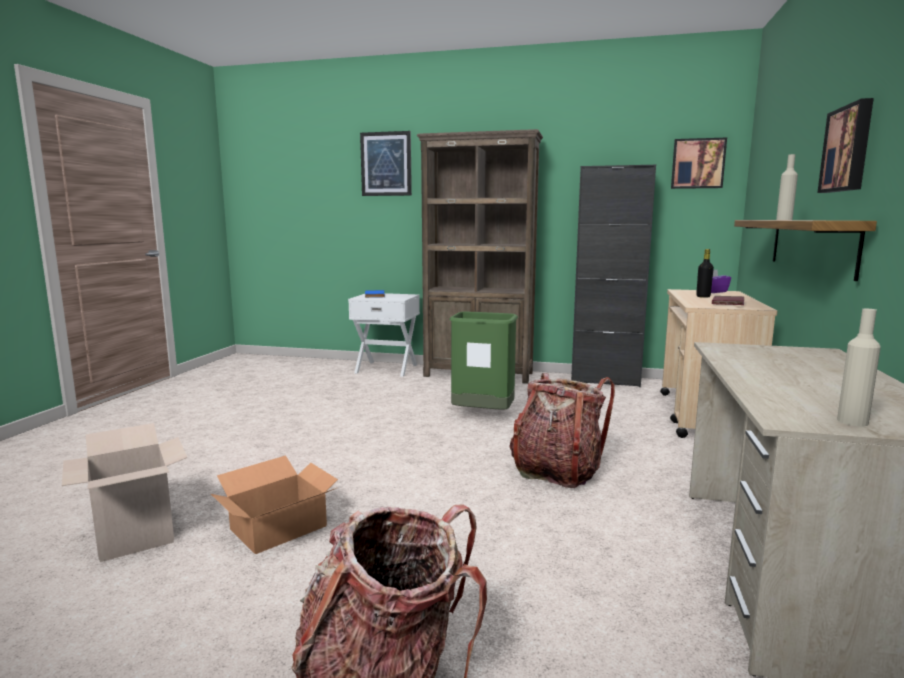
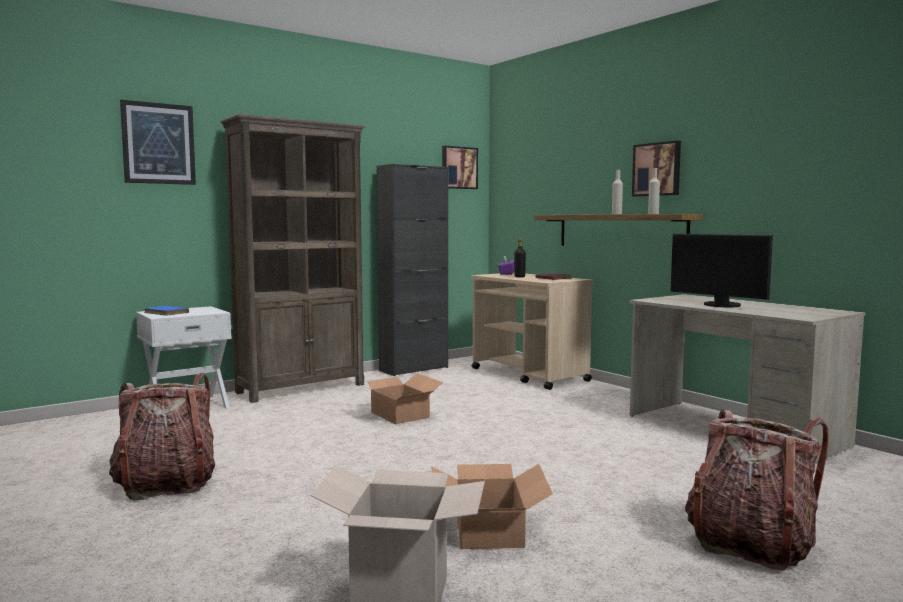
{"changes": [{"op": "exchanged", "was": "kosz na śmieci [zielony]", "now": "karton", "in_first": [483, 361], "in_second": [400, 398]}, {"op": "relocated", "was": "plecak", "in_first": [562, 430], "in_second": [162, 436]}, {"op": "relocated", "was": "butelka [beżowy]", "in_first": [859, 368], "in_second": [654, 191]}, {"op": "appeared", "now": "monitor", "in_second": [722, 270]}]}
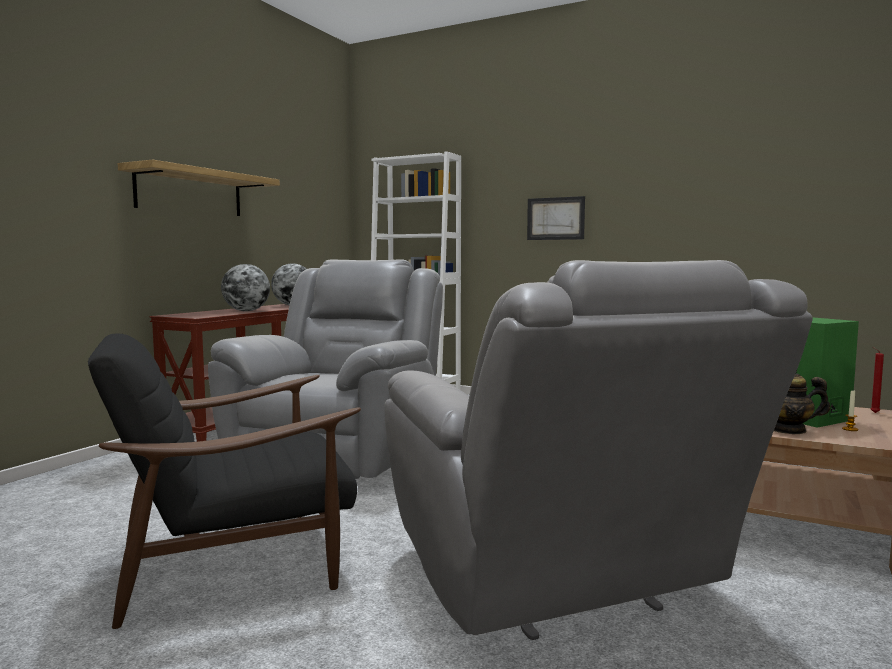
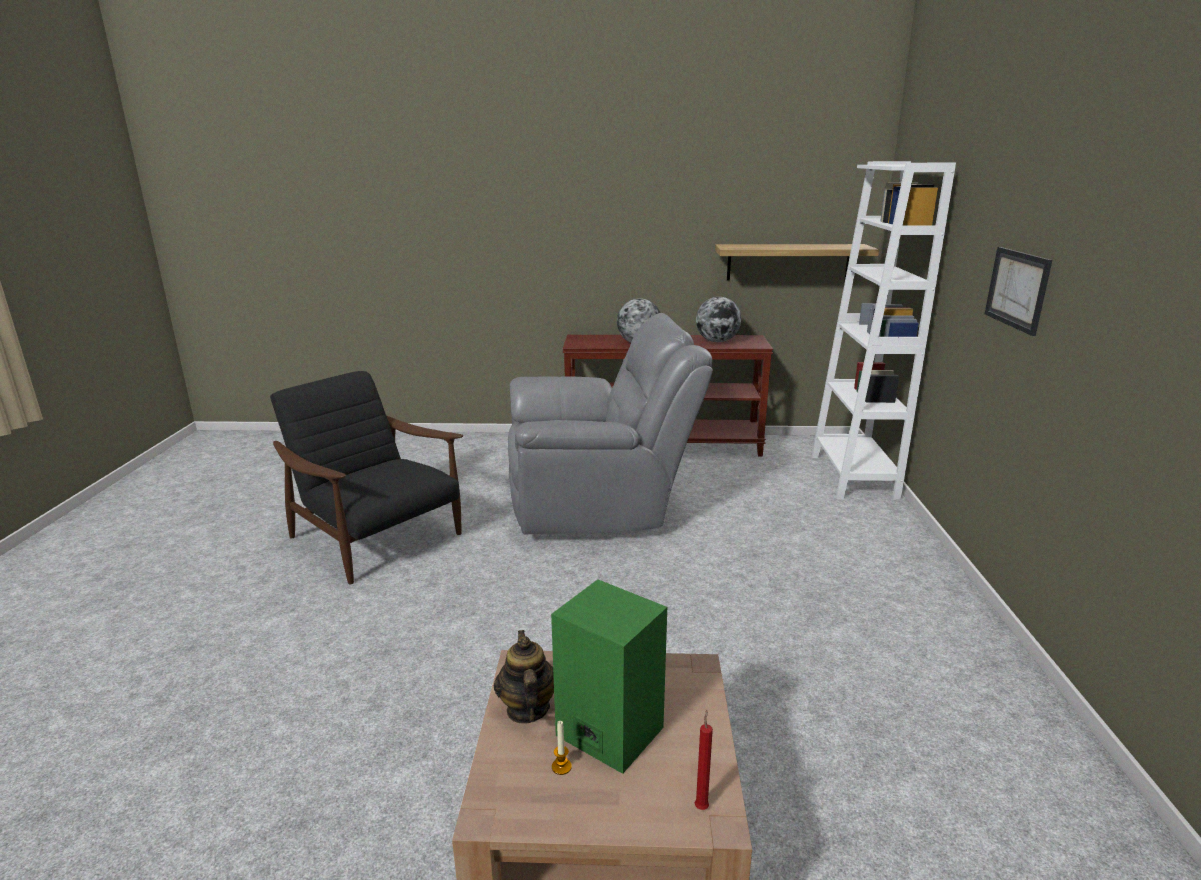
{"changes": [{"op": "relocated", "was": "półka", "in_first": [199, 187], "in_second": [797, 262]}, {"op": "missing", "was": "fotel [szary]", "in_first": [599, 450]}]}
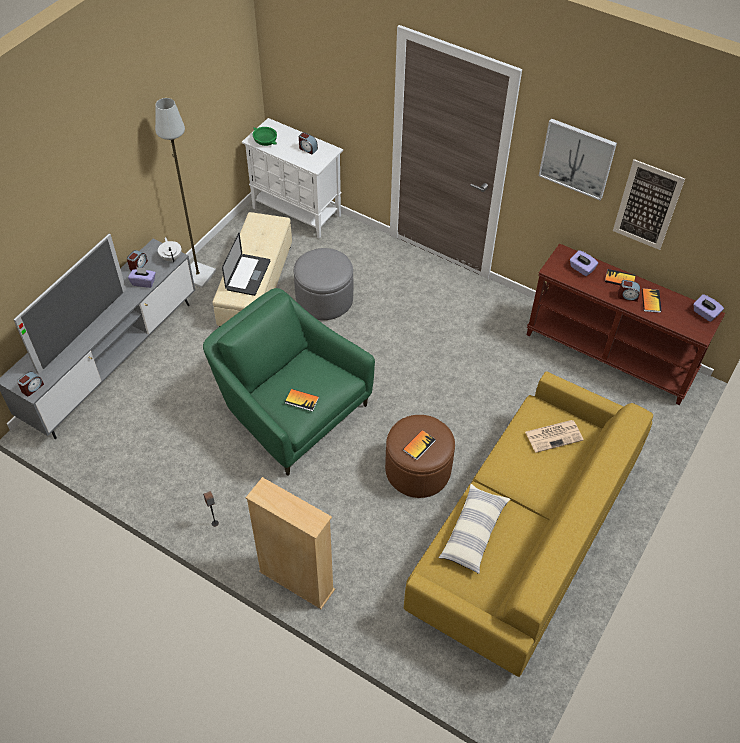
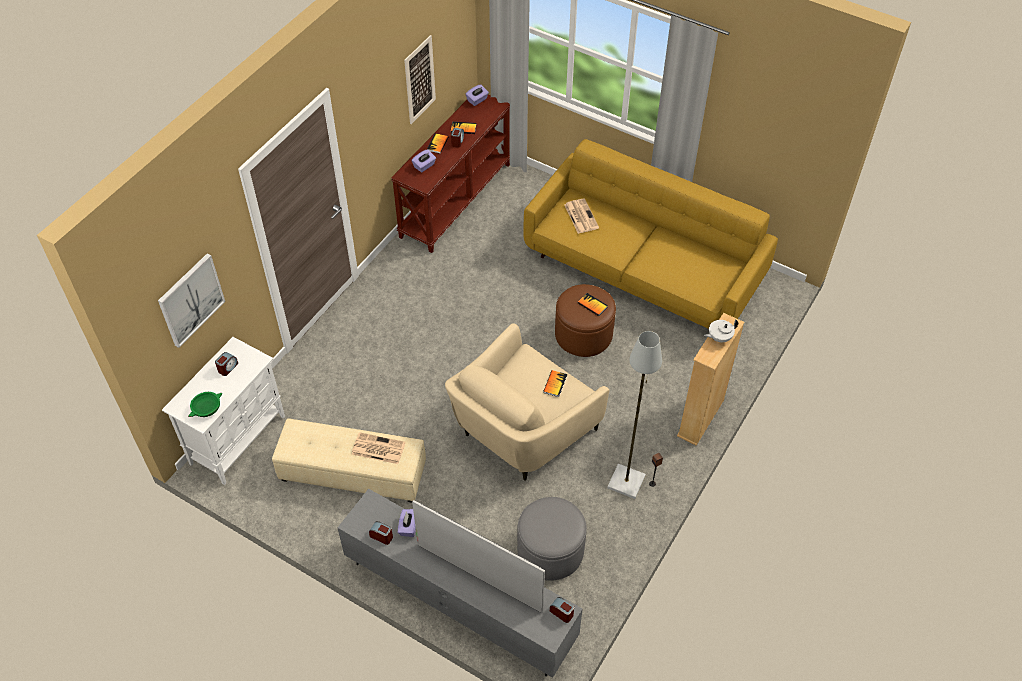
{"changes": [{"op": "relocated", "was": "lampa stojąca [szary]", "in_first": [185, 193], "in_second": [634, 415]}, {"op": "relocated", "was": "imbryk [biały]", "in_first": [170, 249], "in_second": [721, 331]}, {"op": "colour", "was": "fotel [zielony]", "now": "fotel [beżowy]", "in_first": [289, 382], "in_second": [527, 401]}, {"op": "exchanged", "was": "laptop", "now": "gazeta", "in_first": [246, 264], "in_second": [379, 448]}, {"op": "relocated", "was": "pufa [szary]", "in_first": [323, 284], "in_second": [552, 539]}, {"op": "missing", "was": "poduszka", "in_first": [474, 529]}, {"op": "relocated", "was": "obraz", "in_first": [578, 159], "in_second": [191, 301]}]}
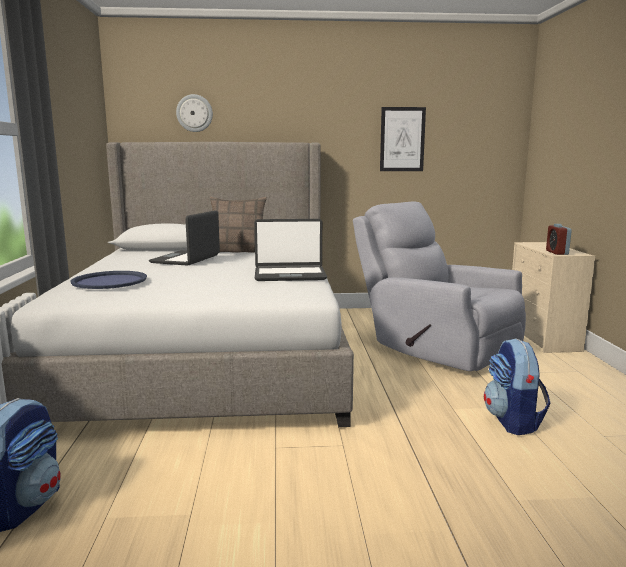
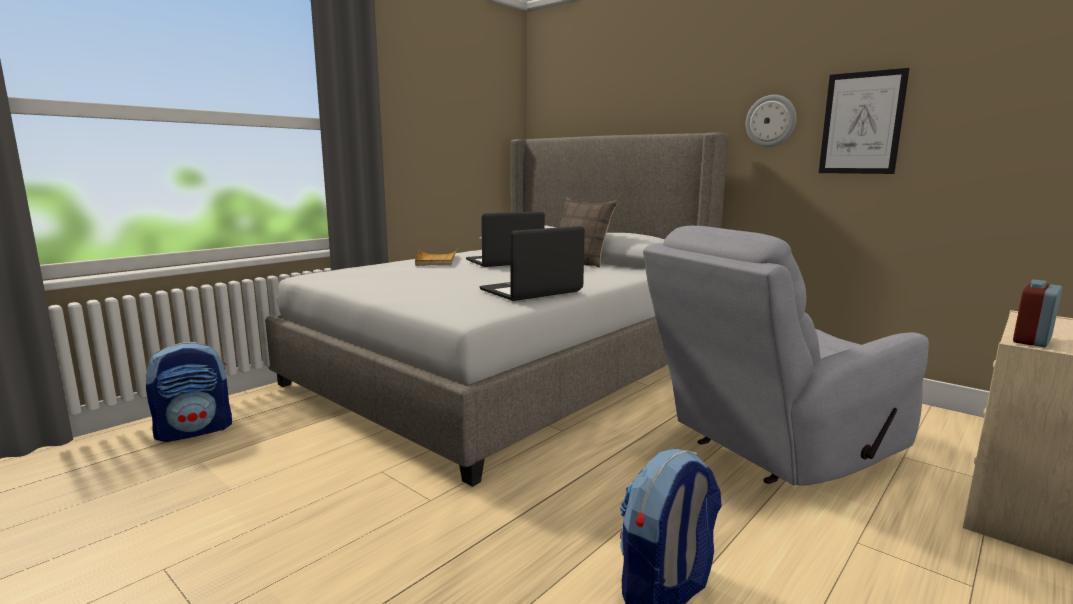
{"changes": [{"op": "missing", "was": "taca [niebieski]", "in_first": [108, 280]}, {"op": "relocated", "was": "zegar ścienny", "in_first": [194, 113], "in_second": [771, 121]}, {"op": "spun", "was": "laptop", "in_first": [290, 250], "in_second": [532, 263], "clockwise": 105}, {"op": "spun", "was": "fotel [szary]", "in_first": [439, 286], "in_second": [786, 356], "clockwise": -120}, {"op": "appeared", "now": "taca [beżowy]", "in_second": [436, 257]}]}
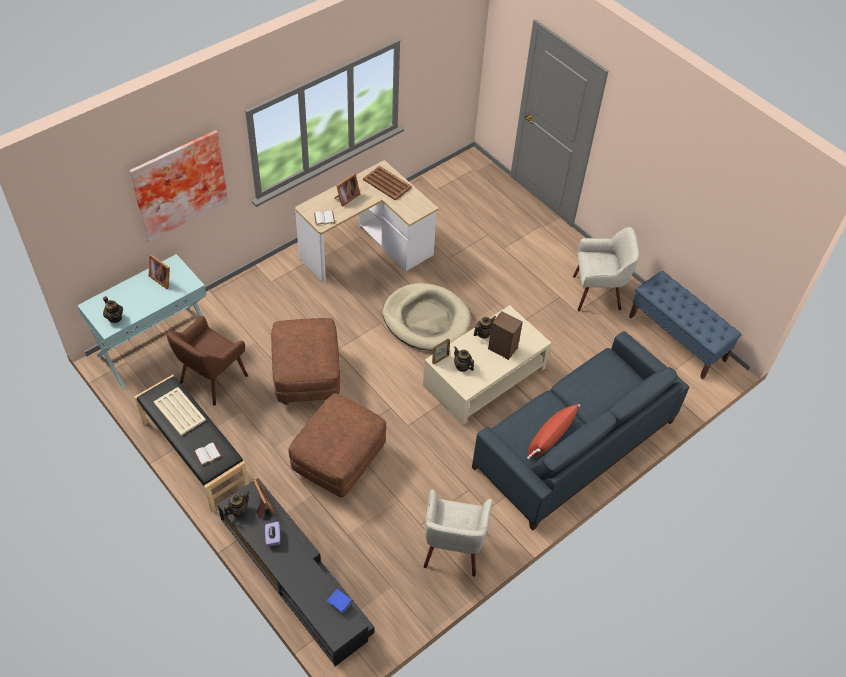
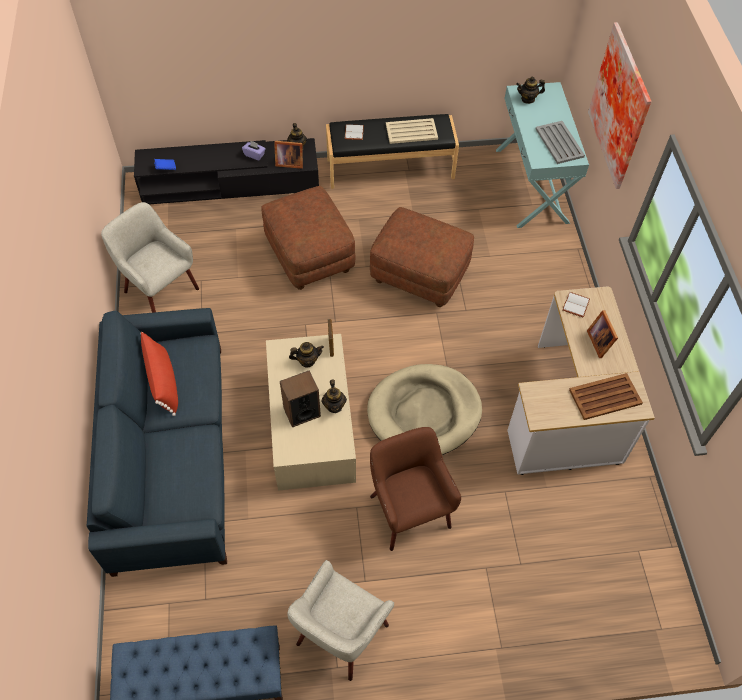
{"changes": [{"op": "exchanged", "was": "ramka na zdjęcie", "now": "taca [szary]", "in_first": [159, 272], "in_second": [560, 142]}, {"op": "relocated", "was": "fotel [brązowy]", "in_first": [207, 360], "in_second": [415, 489]}]}
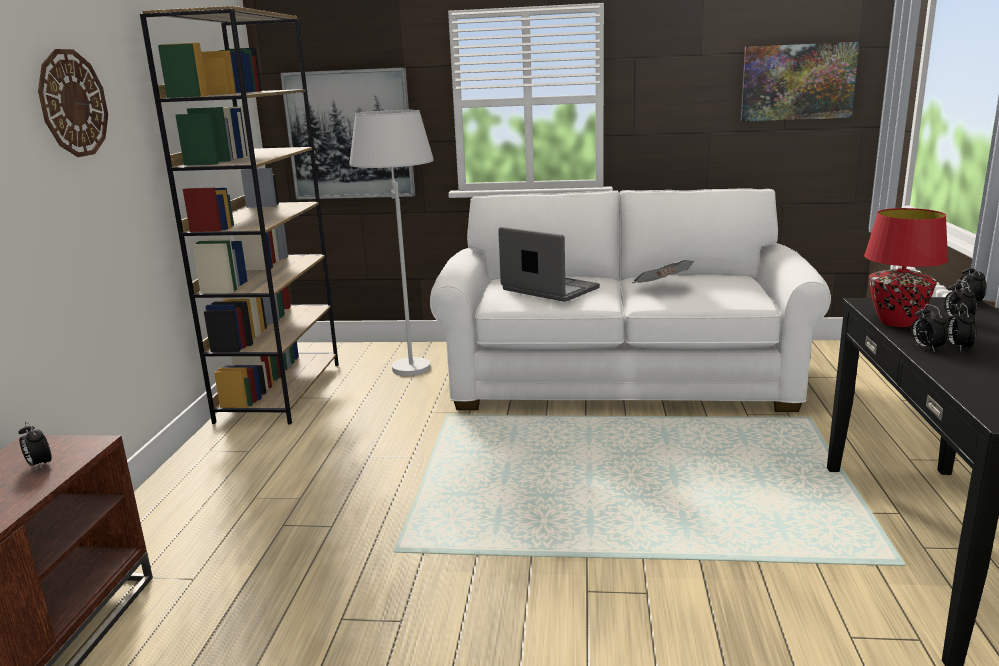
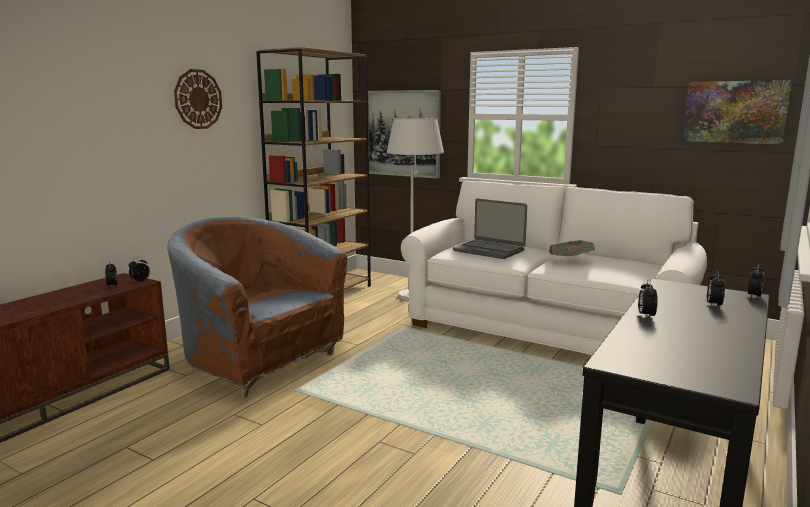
{"changes": [{"op": "spun", "was": "laptop", "in_first": [549, 264], "in_second": [490, 229], "clockwise": 150}, {"op": "missing", "was": "lampa stołowa [czerwony]", "in_first": [906, 267]}, {"op": "relocated", "was": "budzik", "in_first": [962, 327], "in_second": [139, 269]}, {"op": "appeared", "now": "fotel [brązowy]", "in_second": [257, 308]}]}
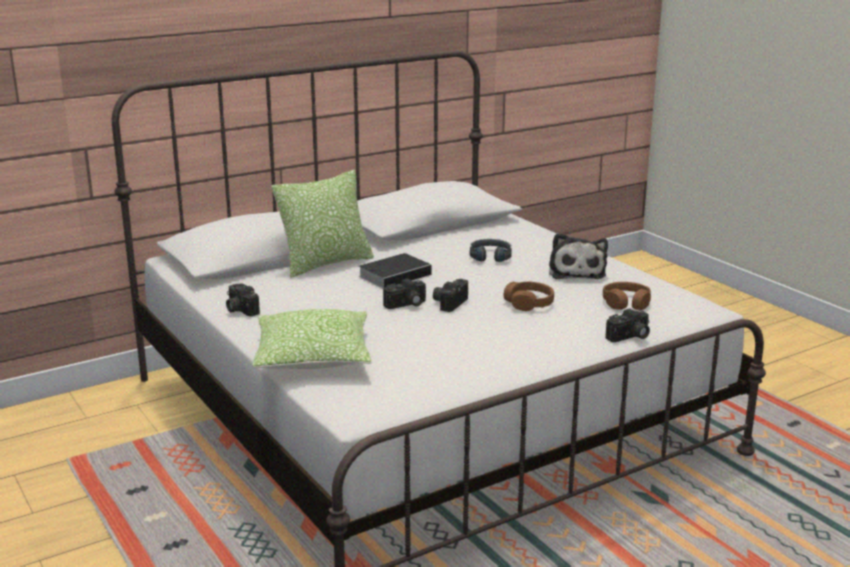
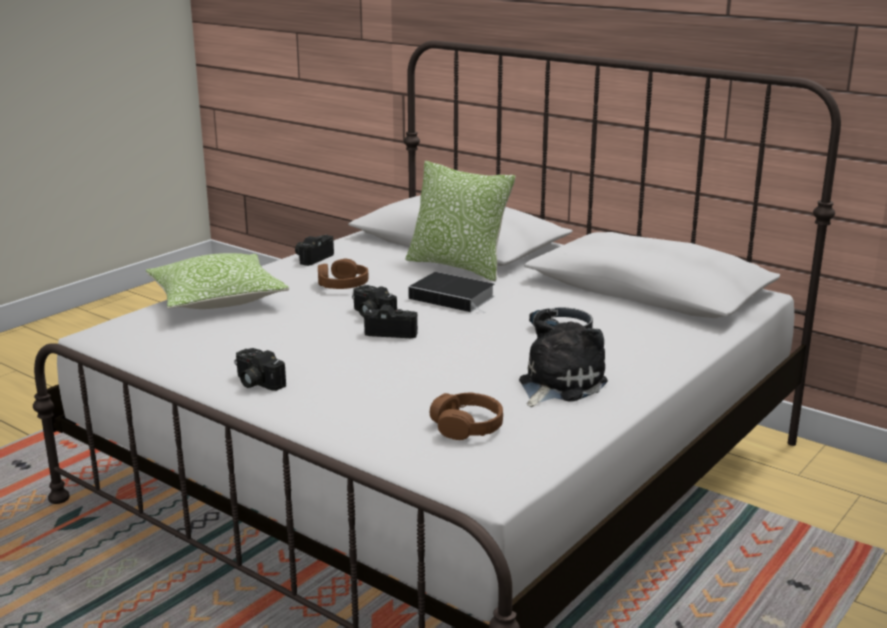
{"changes": [{"op": "relocated", "was": "słuchawki [brązowy]", "in_first": [529, 296], "in_second": [343, 273]}, {"op": "spun", "was": "pluszak", "in_first": [578, 256], "in_second": [563, 363], "clockwise": 150}, {"op": "relocated", "was": "aparat fotograficzny", "in_first": [627, 325], "in_second": [260, 369]}]}
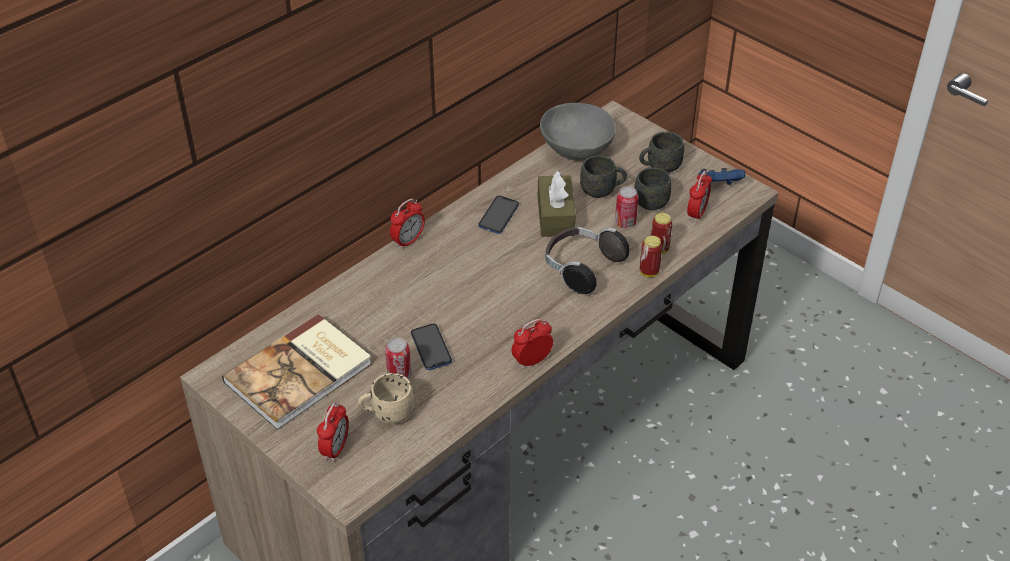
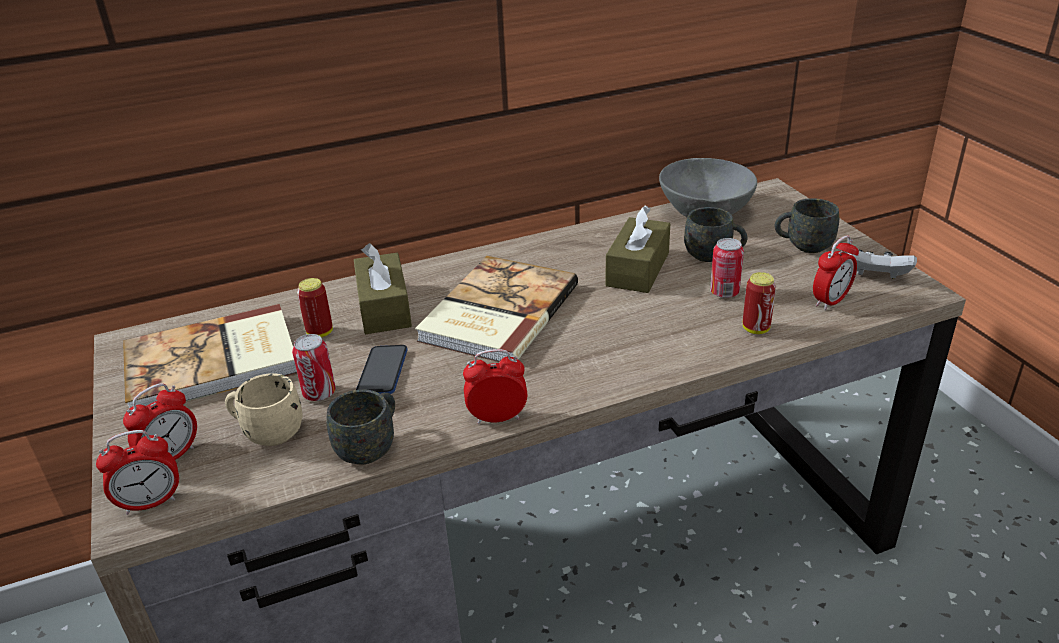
{"changes": [{"op": "relocated", "was": "budzik", "in_first": [407, 224], "in_second": [137, 472]}, {"op": "missing", "was": "telefon", "in_first": [498, 214]}, {"op": "missing", "was": "słuchawki", "in_first": [587, 260]}, {"op": "relocated", "was": "kubek [szary]", "in_first": [652, 188], "in_second": [360, 426]}, {"op": "relocated", "was": "puszka", "in_first": [651, 256], "in_second": [315, 307]}, {"op": "colour", "was": "pad do gier [niebieski]", "now": "pad do gier [biały]", "in_first": [721, 176], "in_second": [882, 264]}, {"op": "appeared", "now": "pudełko chusteczek [brązowy]", "in_second": [383, 288]}, {"op": "appeared", "now": "książka", "in_second": [496, 309]}]}
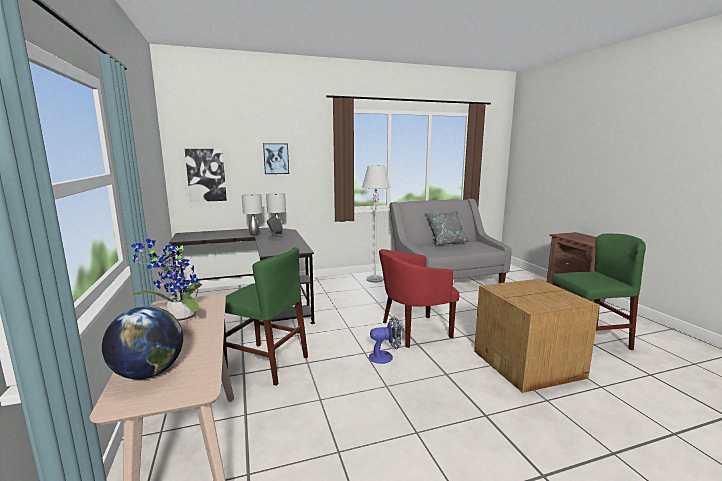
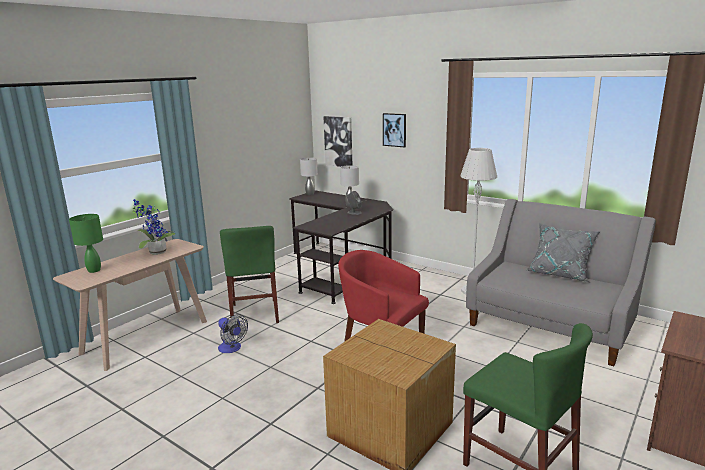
{"changes": [{"op": "exchanged", "was": "globus", "now": "lampa stołowa [zielony]", "in_first": [142, 342], "in_second": [86, 243]}, {"op": "relocated", "was": "lampa stołowa [szary]", "in_first": [276, 213], "in_second": [309, 176]}, {"op": "relocated", "was": "wentylator", "in_first": [385, 340], "in_second": [233, 333]}]}
